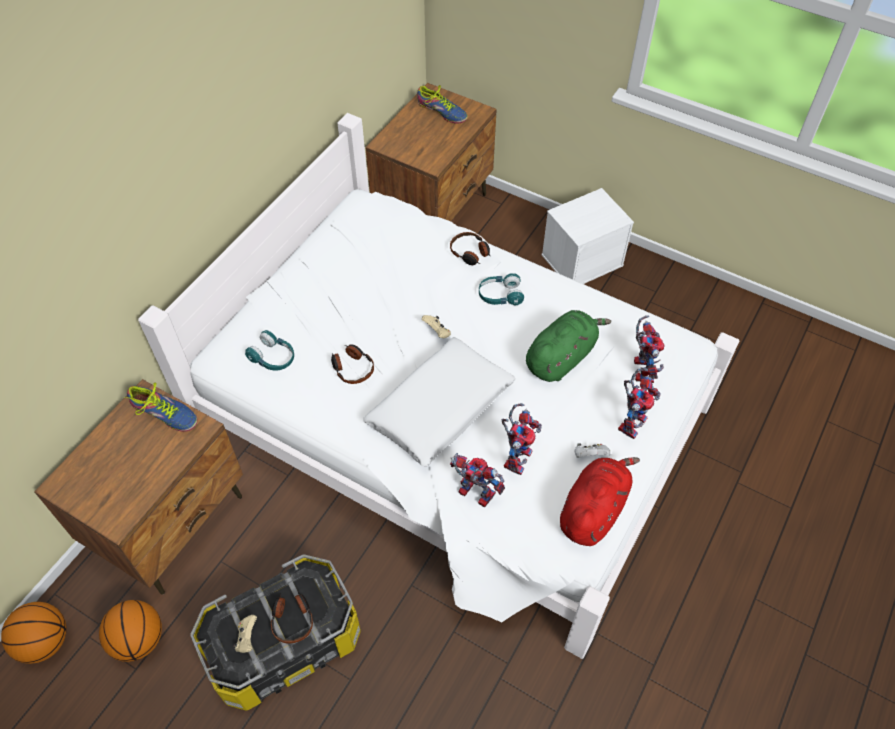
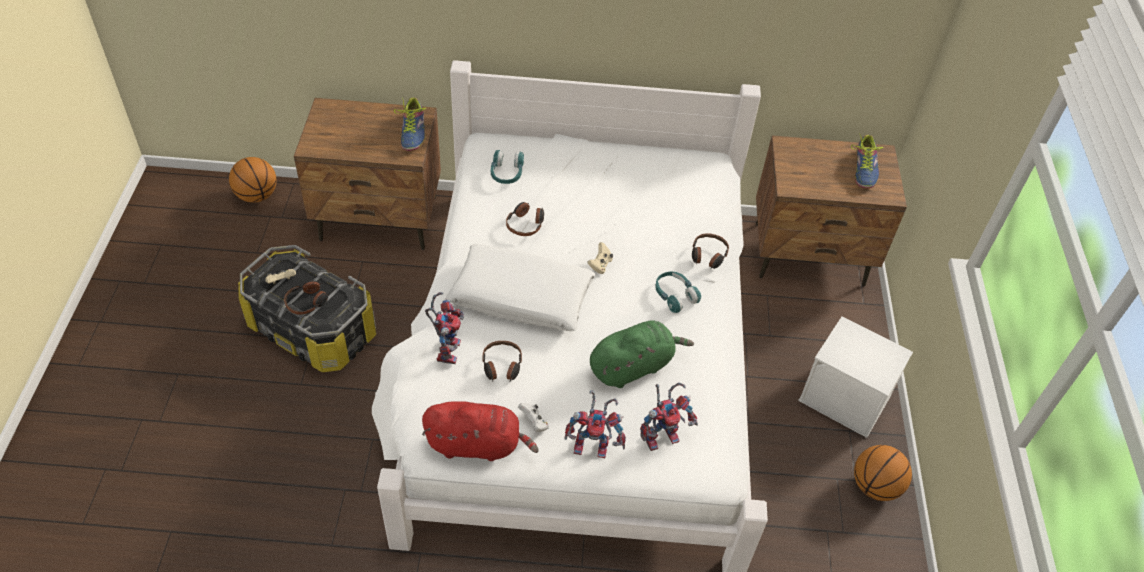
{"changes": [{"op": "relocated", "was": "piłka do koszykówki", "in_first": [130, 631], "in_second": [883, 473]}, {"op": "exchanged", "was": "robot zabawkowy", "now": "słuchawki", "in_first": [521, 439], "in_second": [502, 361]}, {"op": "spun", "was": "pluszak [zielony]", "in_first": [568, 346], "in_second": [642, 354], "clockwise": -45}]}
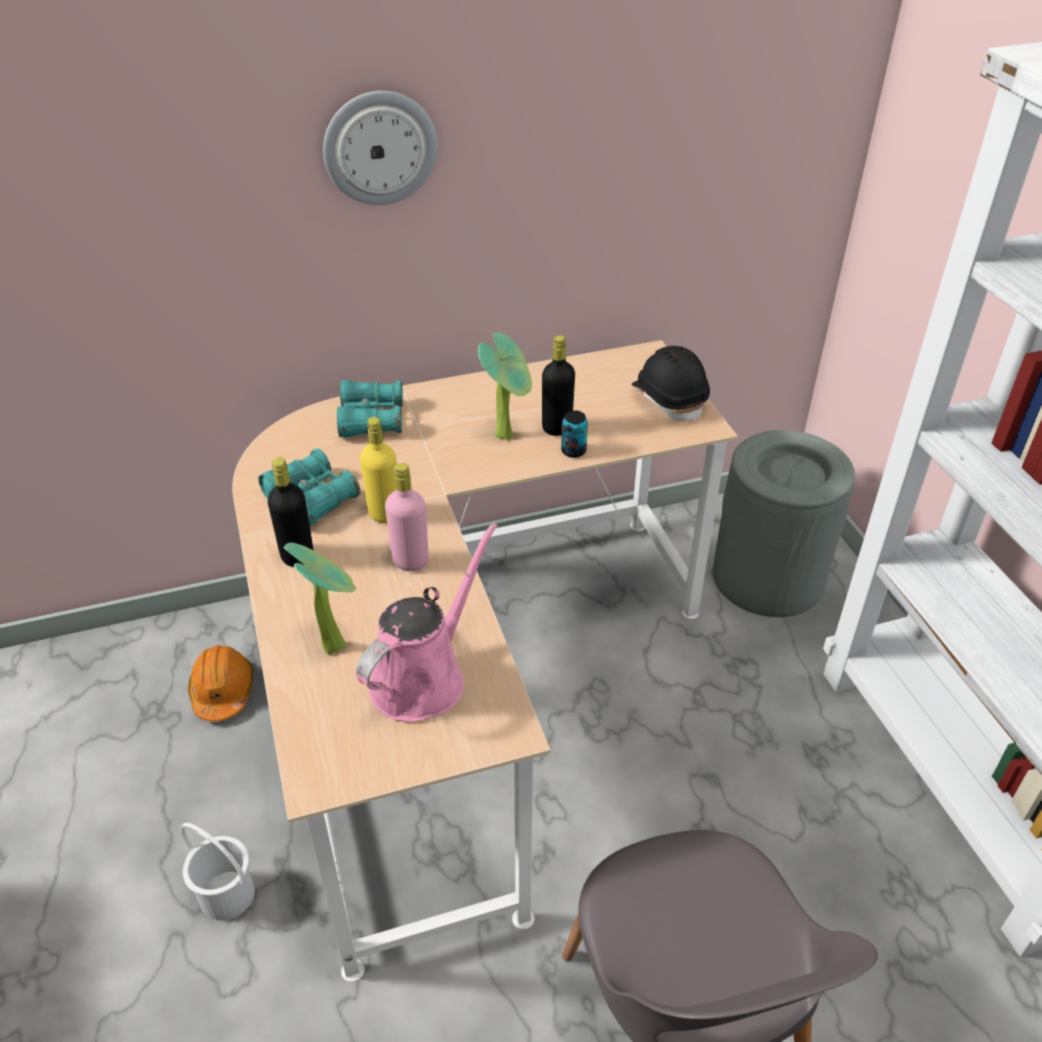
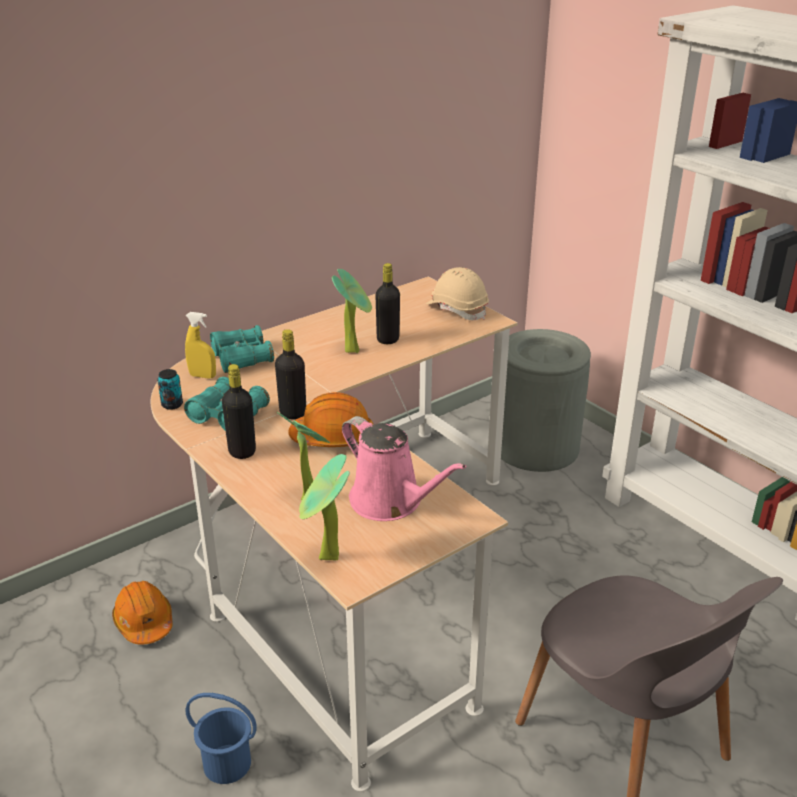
{"changes": [{"op": "colour", "was": "wiadro [biały]", "now": "wiadro [niebieski]", "in_first": [217, 872], "in_second": [221, 738]}, {"op": "missing", "was": "zegar ścienny", "in_first": [380, 148]}, {"op": "spun", "was": "konewka [różowy]", "in_first": [427, 622], "in_second": [404, 468], "clockwise": 120}, {"op": "colour", "was": "butelka [żółty]", "now": "butelka [czarny]", "in_first": [378, 470], "in_second": [290, 374]}, {"op": "exchanged", "was": "butelka [różowy]", "now": "kask [pomarańczowy]", "in_first": [407, 517], "in_second": [330, 419]}, {"op": "relocated", "was": "puszka", "in_first": [574, 434], "in_second": [170, 389]}, {"op": "colour", "was": "kask [czarny]", "now": "kask [beżowy]", "in_first": [671, 384], "in_second": [457, 293]}, {"op": "appeared", "now": "spryskiwacz [żółty]", "in_second": [200, 345]}, {"op": "appeared", "now": "roślina doniczkowa", "in_second": [324, 507]}]}
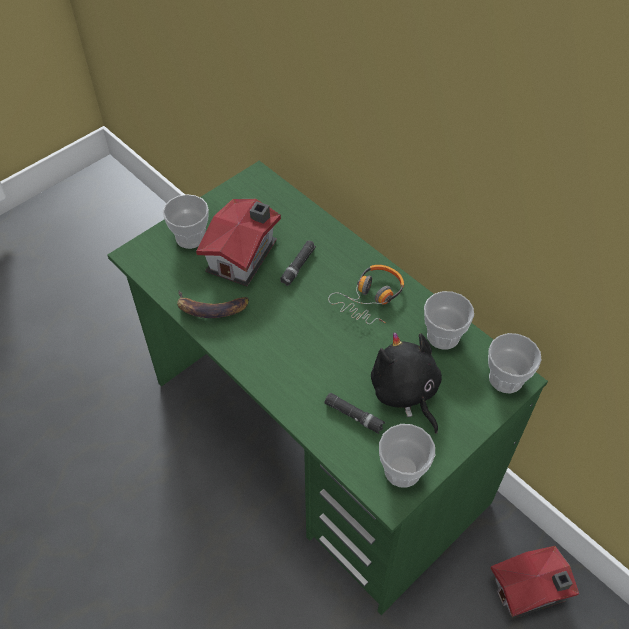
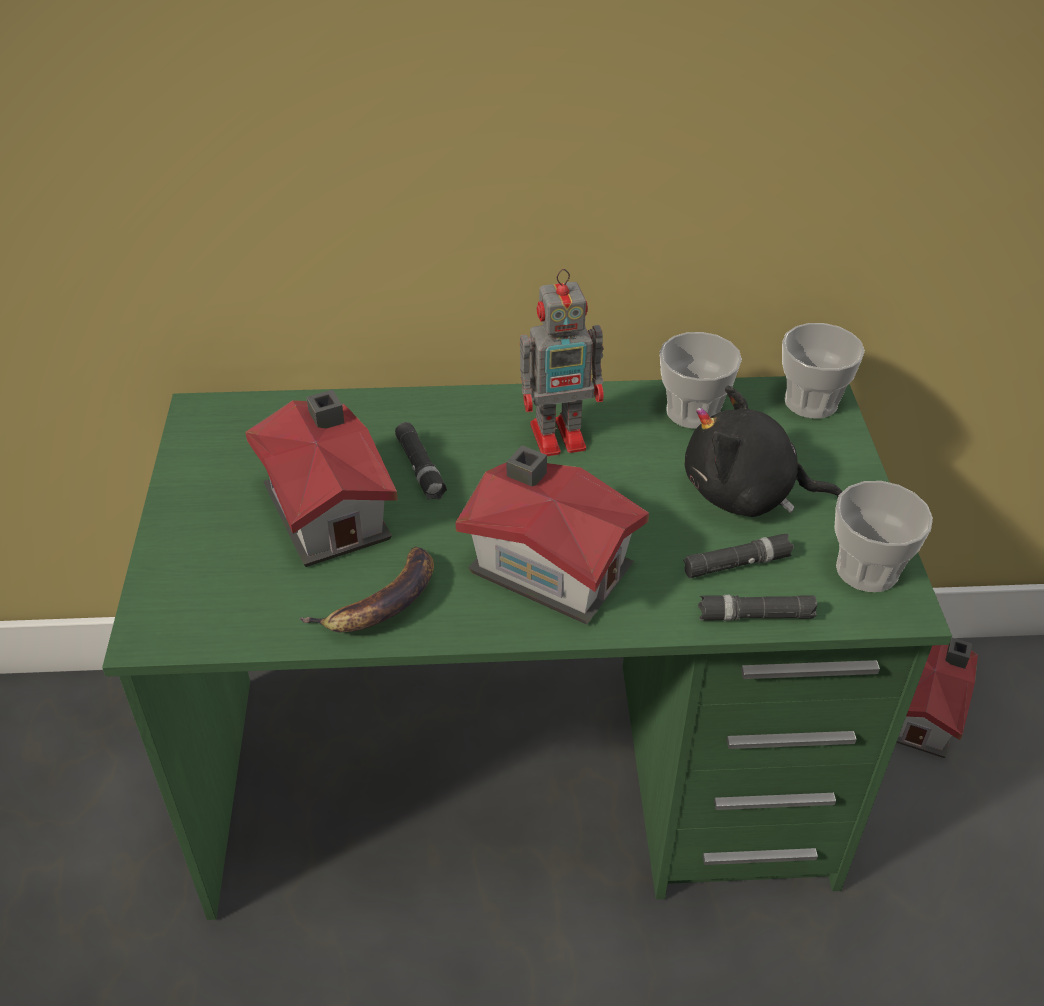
{"changes": [{"op": "missing", "was": "filiżanka", "in_first": [186, 221]}, {"op": "exchanged", "was": "słuchawki", "now": "robot zabawkowy", "in_first": [366, 294], "in_second": [562, 362]}, {"op": "appeared", "now": "domek", "in_second": [552, 535]}, {"op": "appeared", "now": "latarka [czarny]", "in_second": [757, 608]}]}
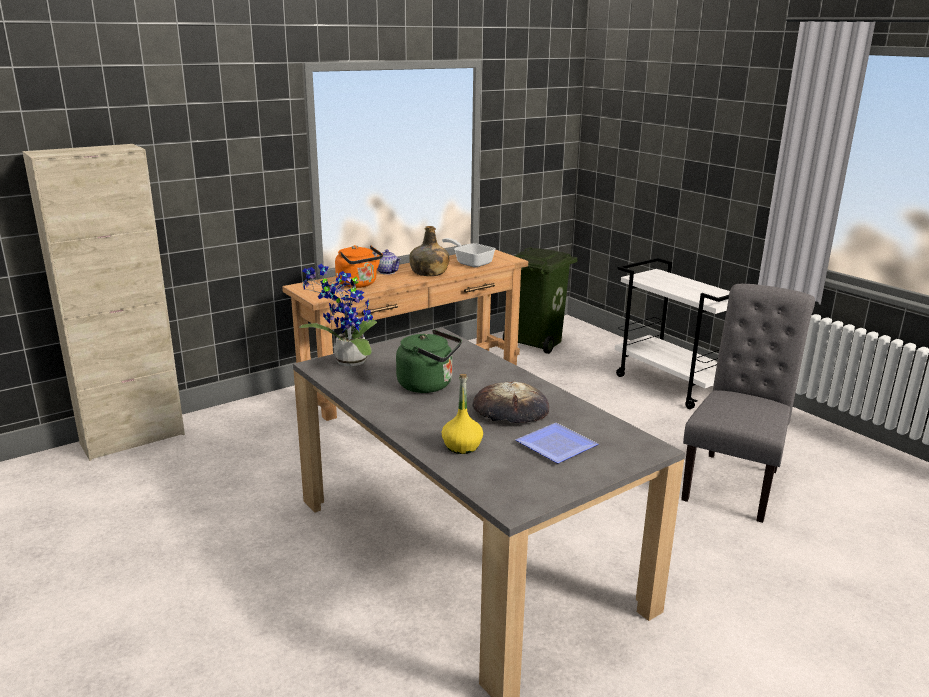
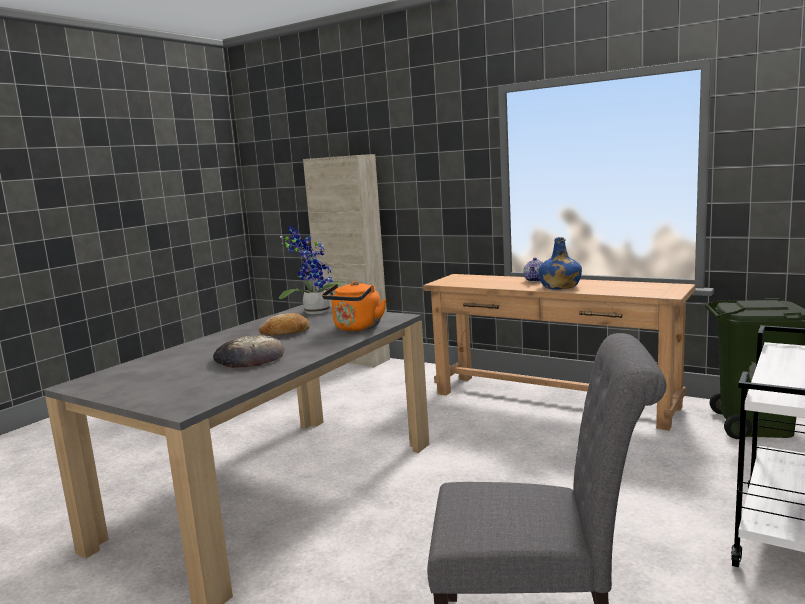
{"changes": [{"op": "relocated", "was": "czajnik [pomarańczowy]", "in_first": [359, 266], "in_second": [354, 306]}, {"op": "exchanged", "was": "czajnik [zielony]", "now": "chleb", "in_first": [429, 361], "in_second": [284, 324]}, {"op": "colour", "was": "butelka [zielony]", "now": "butelka [niebieski]", "in_first": [429, 251], "in_second": [560, 263]}, {"op": "missing", "was": "patelnia", "in_first": [468, 252]}, {"op": "missing", "was": "butelka [żółty]", "in_first": [462, 414]}, {"op": "missing", "was": "talerz", "in_first": [557, 443]}]}
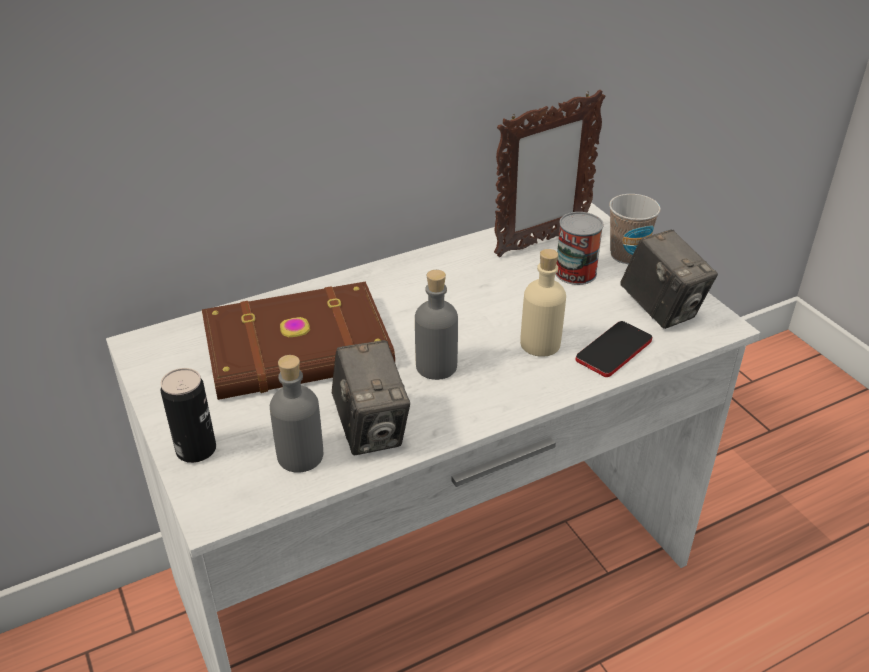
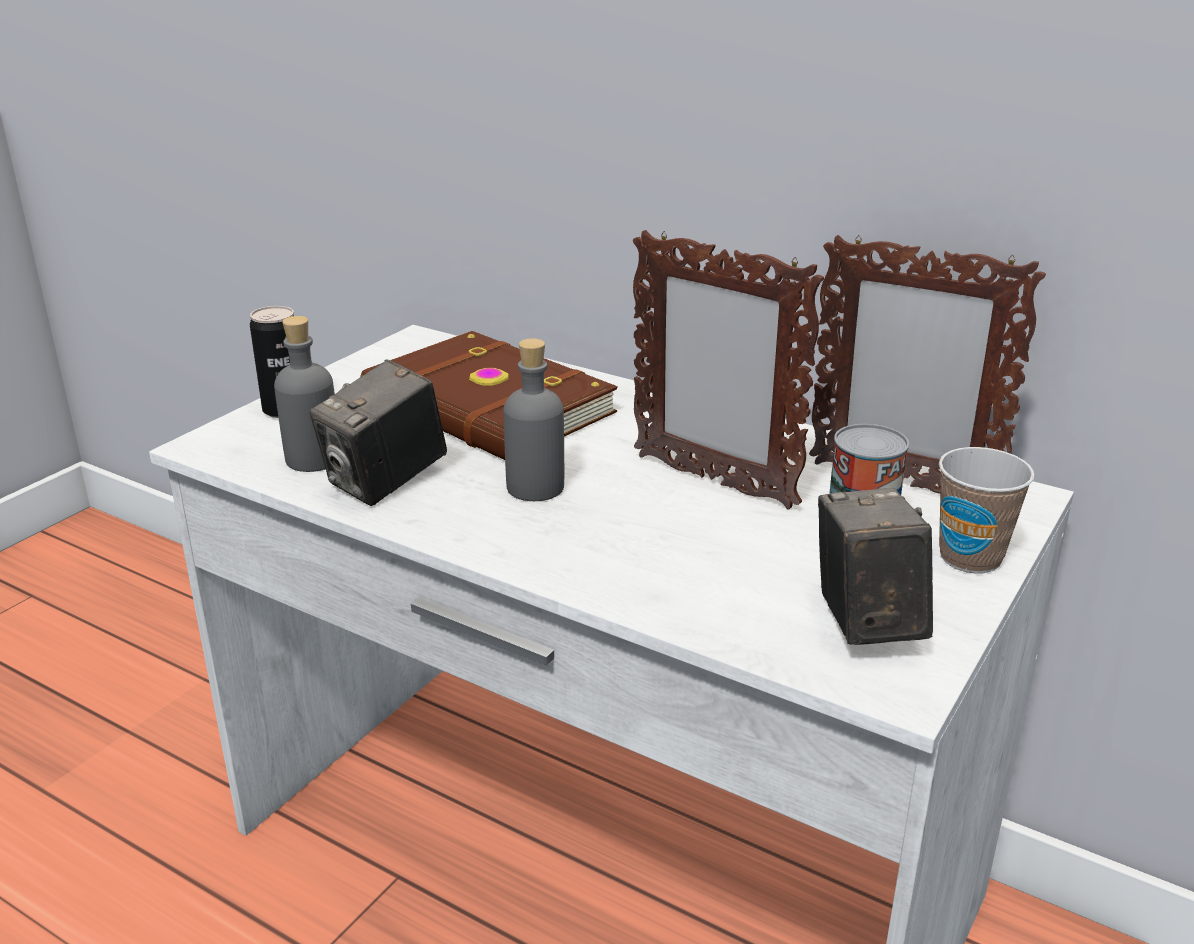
{"changes": [{"op": "missing", "was": "butelka [beżowy]", "in_first": [543, 303]}, {"op": "missing", "was": "telefon", "in_first": [614, 349]}, {"op": "spun", "was": "aparat fotograficzny", "in_first": [669, 279], "in_second": [875, 566], "clockwise": 150}, {"op": "appeared", "now": "ramka na zdjęcie", "in_second": [728, 370]}]}
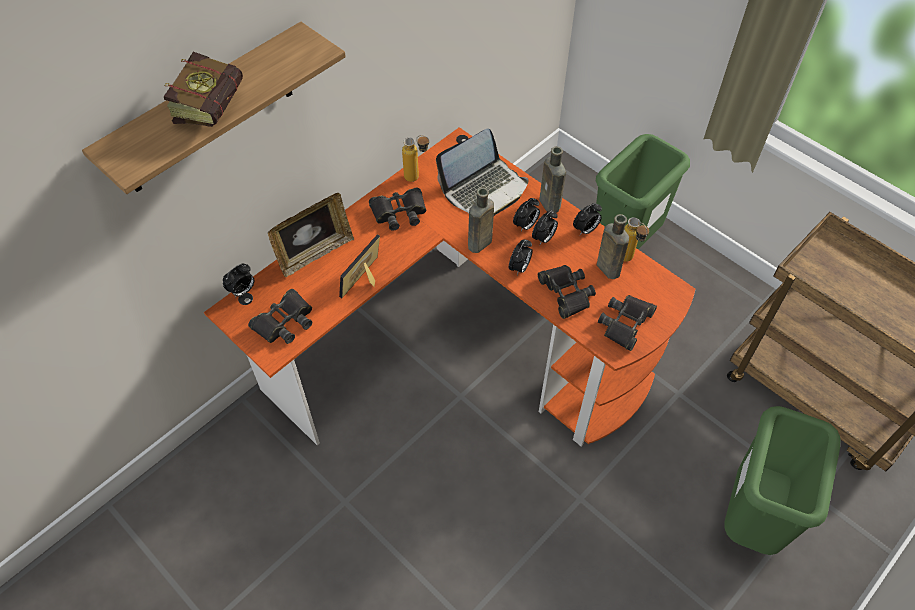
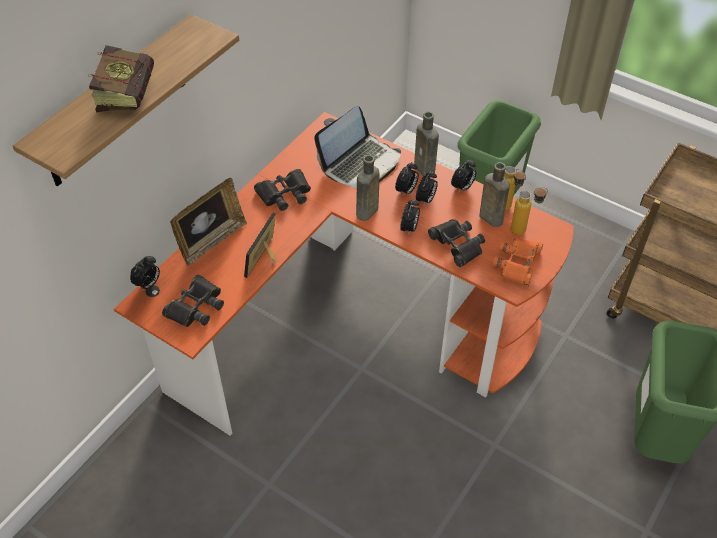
{"changes": [{"op": "relocated", "was": "butelka", "in_first": [416, 158], "in_second": [529, 211]}, {"op": "colour", "was": "lornetka [czarny]", "now": "lornetka [pomarańczowy]", "in_first": [627, 323], "in_second": [517, 262]}]}
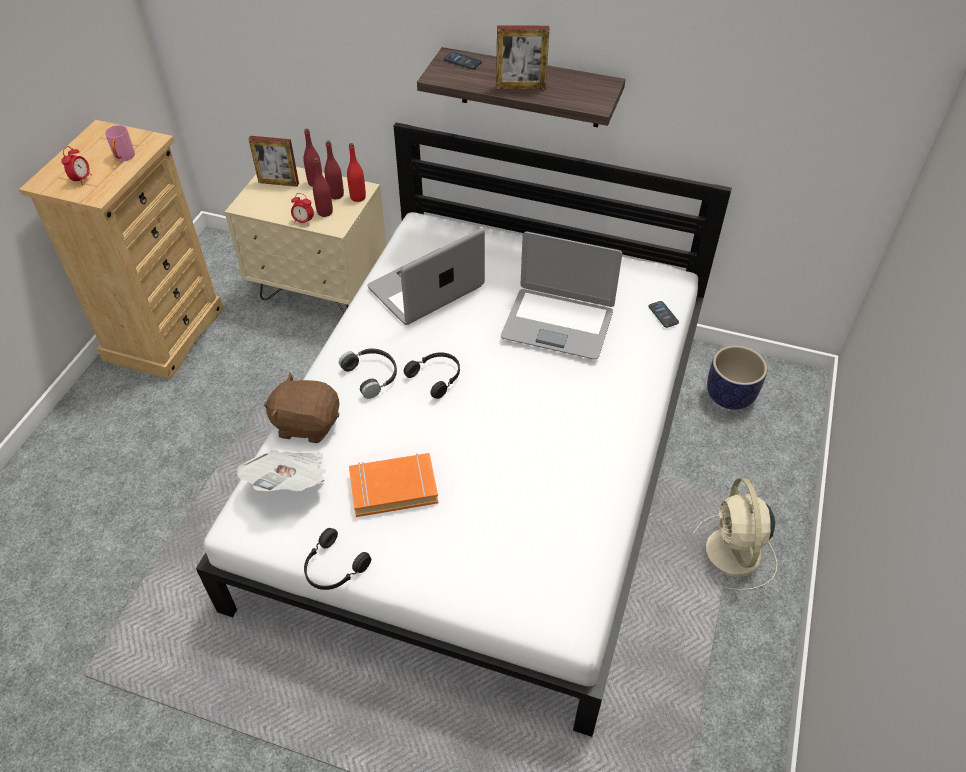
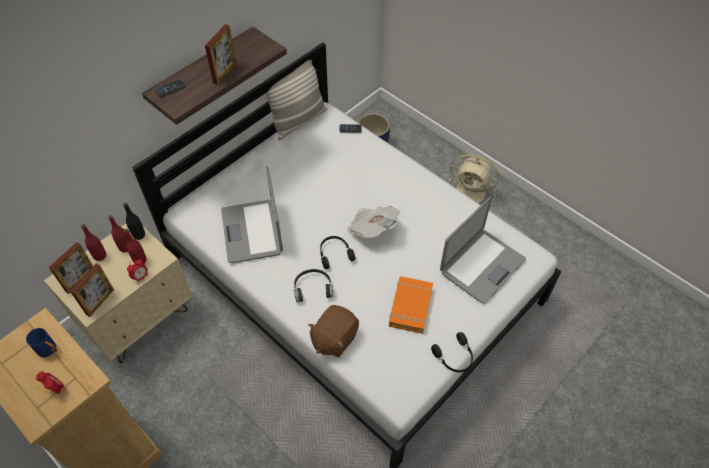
{"changes": [{"op": "colour", "was": "kubek [różowy]", "now": "kubek [niebieski]", "in_first": [120, 143], "in_second": [41, 342]}, {"op": "relocated", "was": "gazeta", "in_first": [281, 470], "in_second": [374, 222]}, {"op": "colour", "was": "butelka [czerwony]", "now": "butelka [czarny]", "in_first": [356, 172], "in_second": [134, 221]}, {"op": "relocated", "was": "laptop", "in_first": [561, 296], "in_second": [483, 250]}, {"op": "appeared", "now": "ramka na zdjęcie", "in_second": [92, 290]}, {"op": "appeared", "now": "poduszka", "in_second": [293, 100]}]}
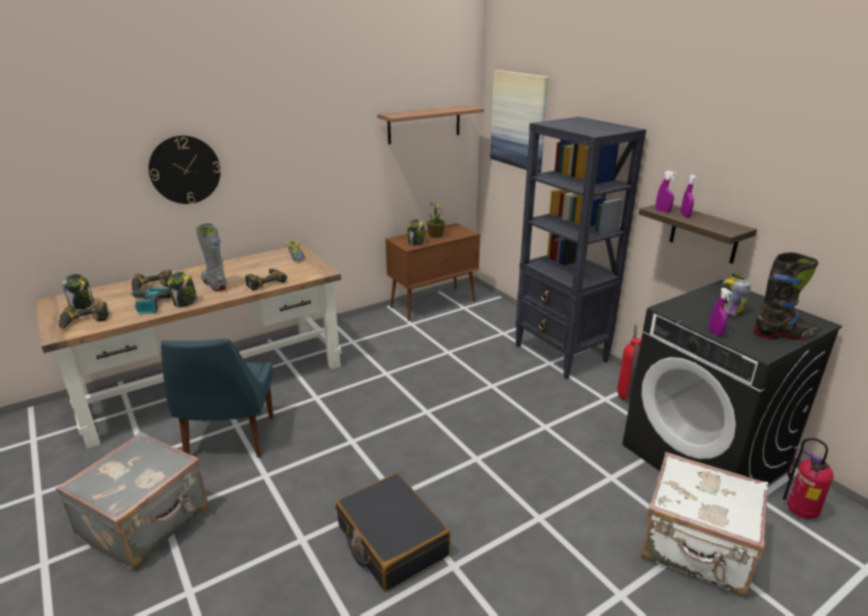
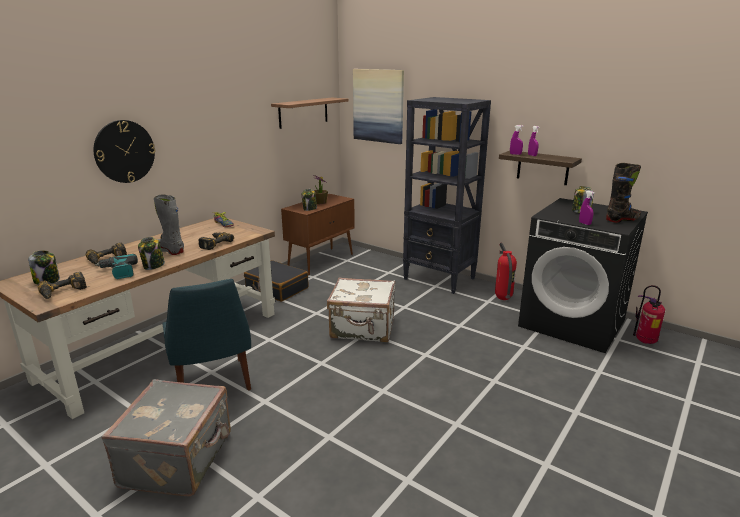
{"changes": [{"op": "relocated", "was": "walizka [czarny]", "in_first": [393, 532], "in_second": [276, 281]}, {"op": "relocated", "was": "walizka [biały]", "in_first": [704, 524], "in_second": [361, 309]}]}
